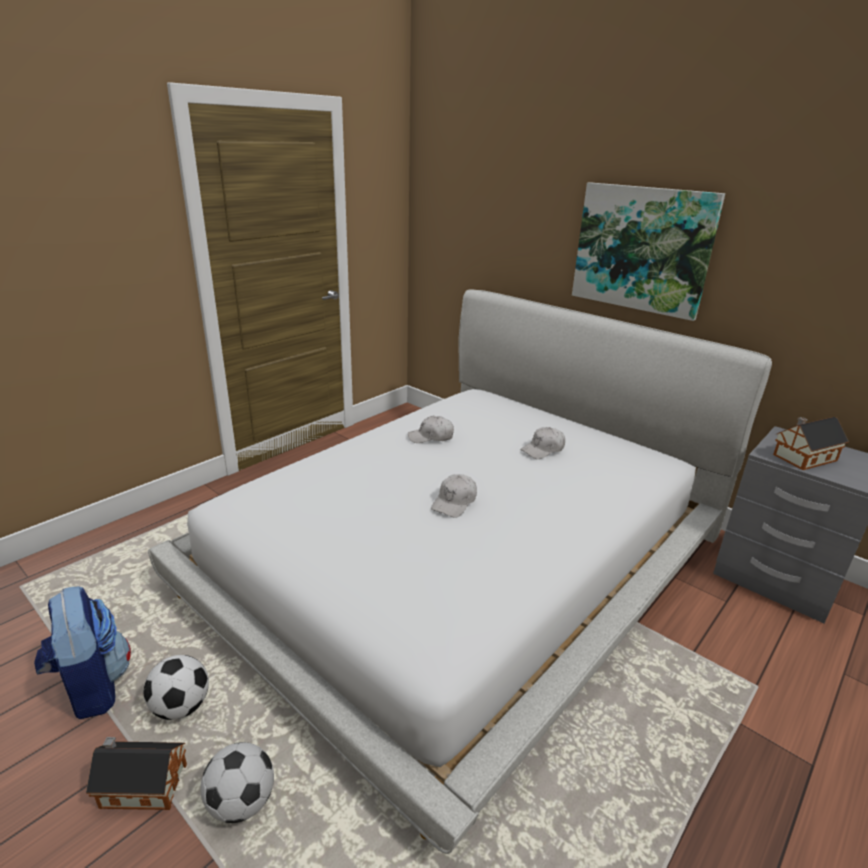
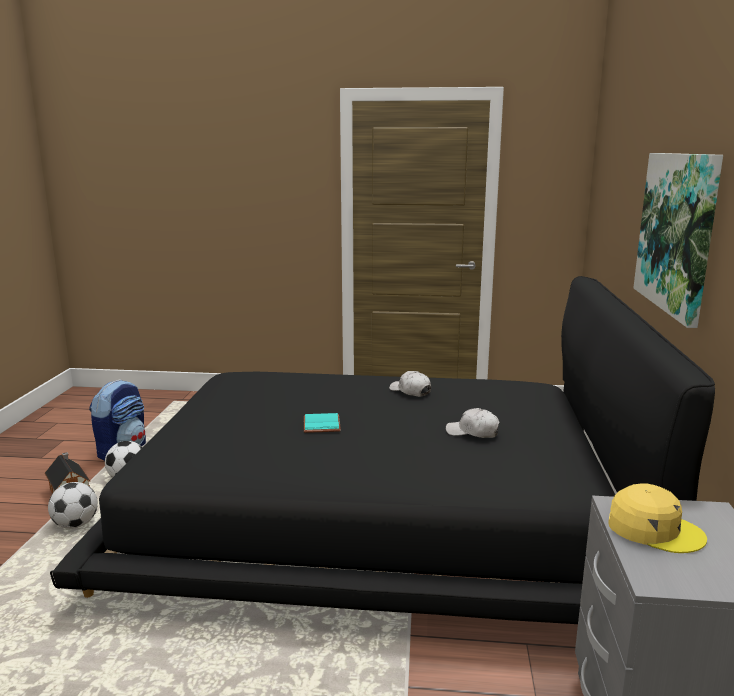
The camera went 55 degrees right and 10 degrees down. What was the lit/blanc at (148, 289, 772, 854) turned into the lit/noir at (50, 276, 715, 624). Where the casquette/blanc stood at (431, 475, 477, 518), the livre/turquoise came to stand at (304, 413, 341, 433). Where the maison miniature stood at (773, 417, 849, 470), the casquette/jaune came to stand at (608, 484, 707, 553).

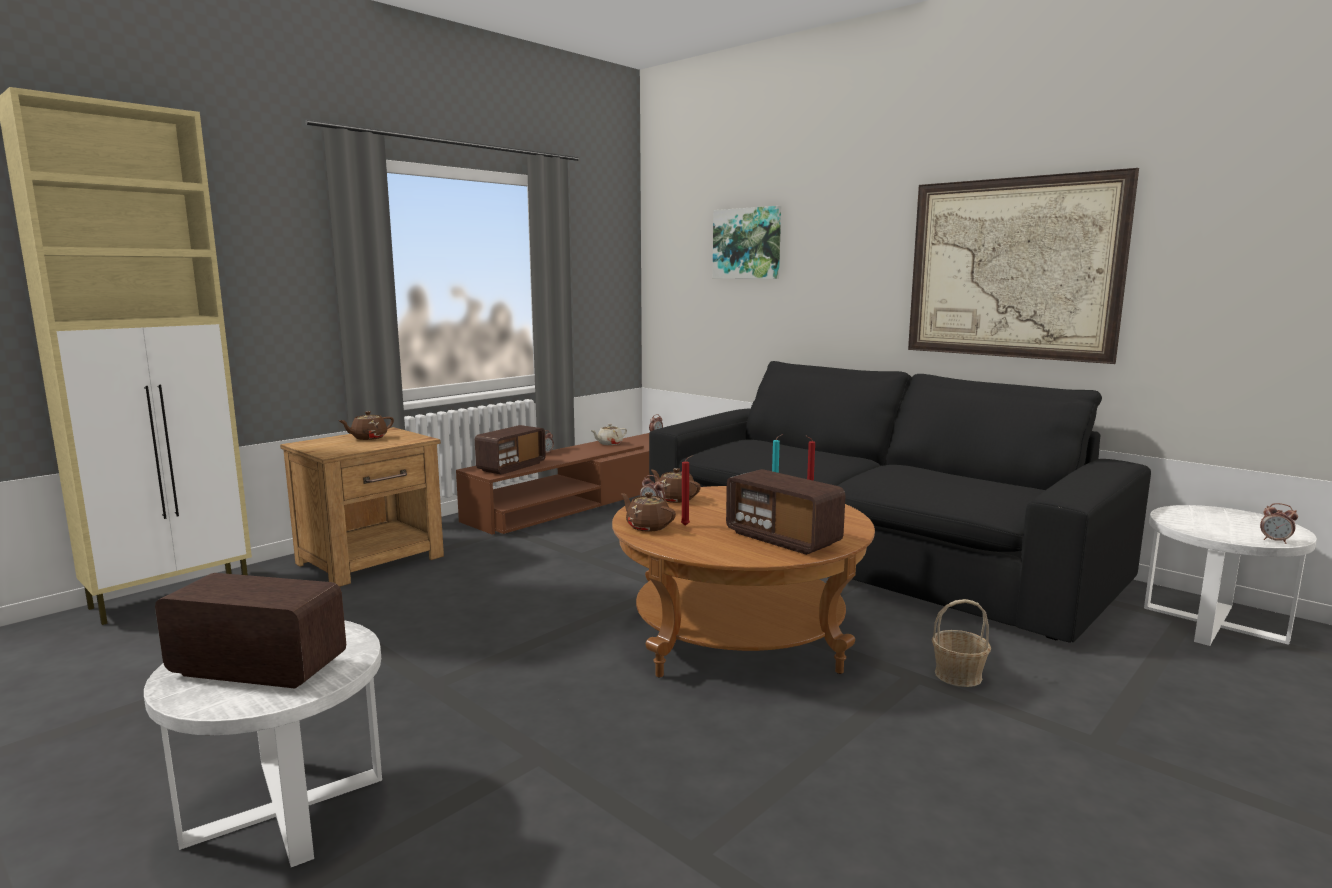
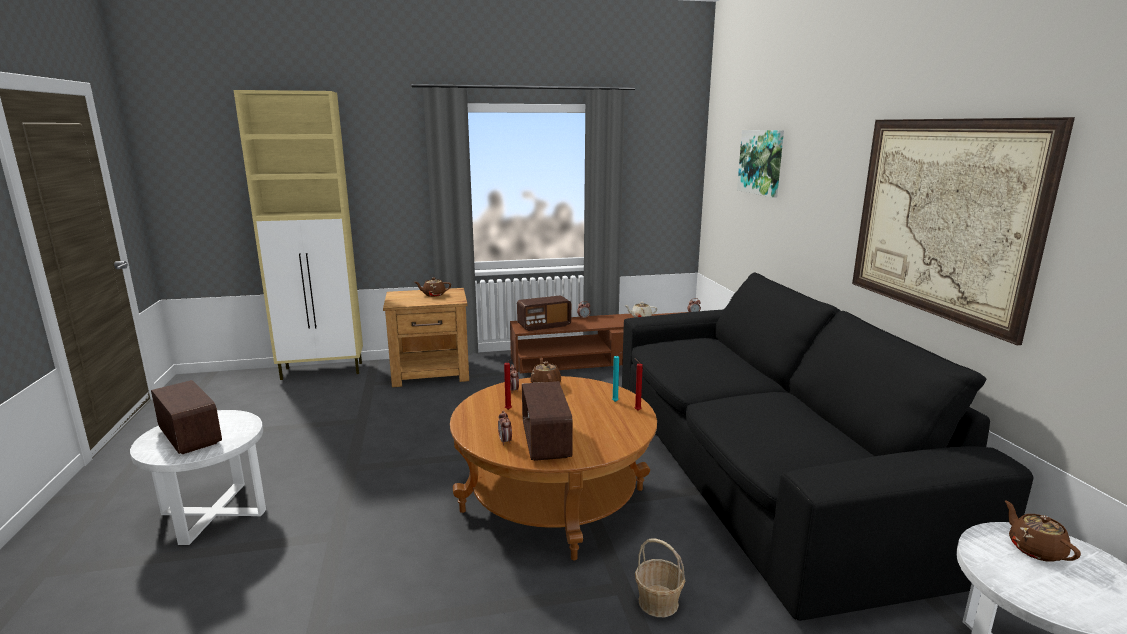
The camera went 35 degrees right and 5 degrees up. The théière/marron ended up elsewhere, having gone from (621, 492, 676, 532) to (1005, 500, 1081, 562). The réveil ended up elsewhere, having gone from (1260, 503, 1298, 544) to (498, 411, 512, 445).

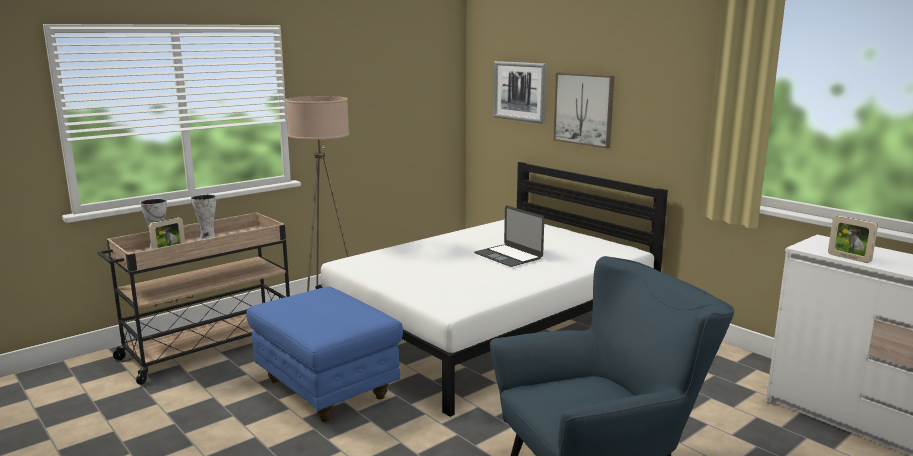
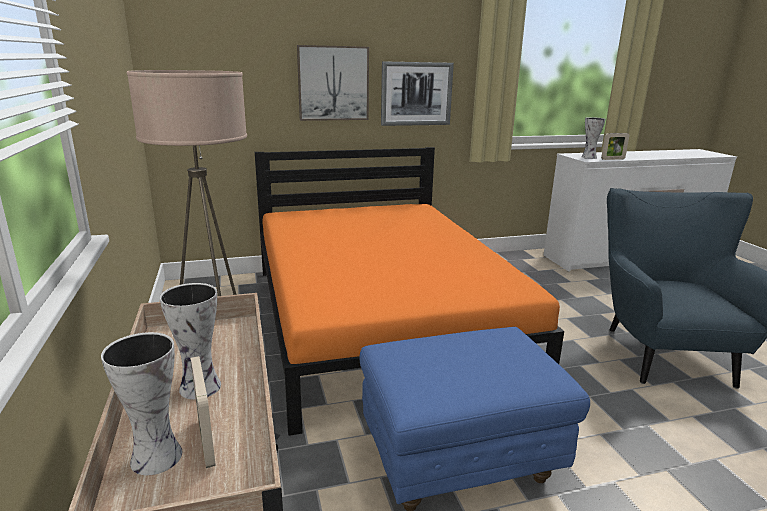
The camera went 65 degrees left and 5 degrees up. What was the lit/blanc at (316, 162, 668, 417) turned into the lit/orange at (255, 147, 564, 436). The second view lost the ordinateur portable at (474, 206, 544, 267). The tableau ended up elsewhere, having gone from (493, 61, 547, 124) to (381, 61, 454, 126). The second view gained the vase at (582, 117, 605, 159).

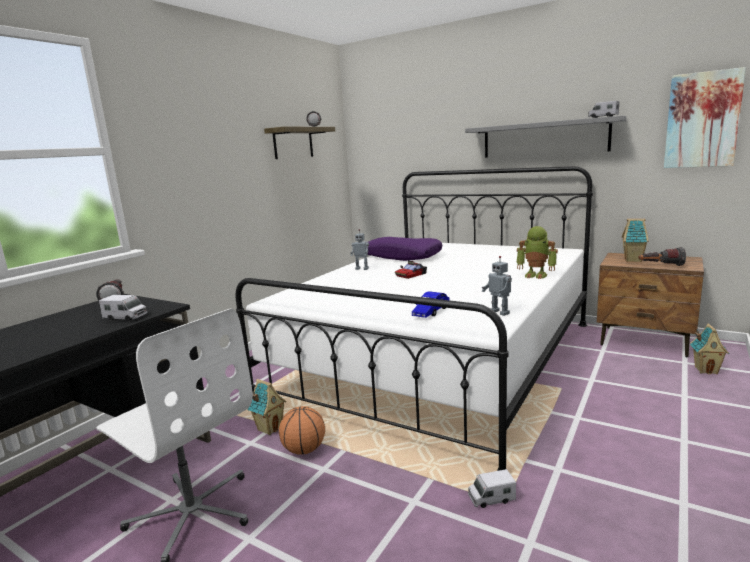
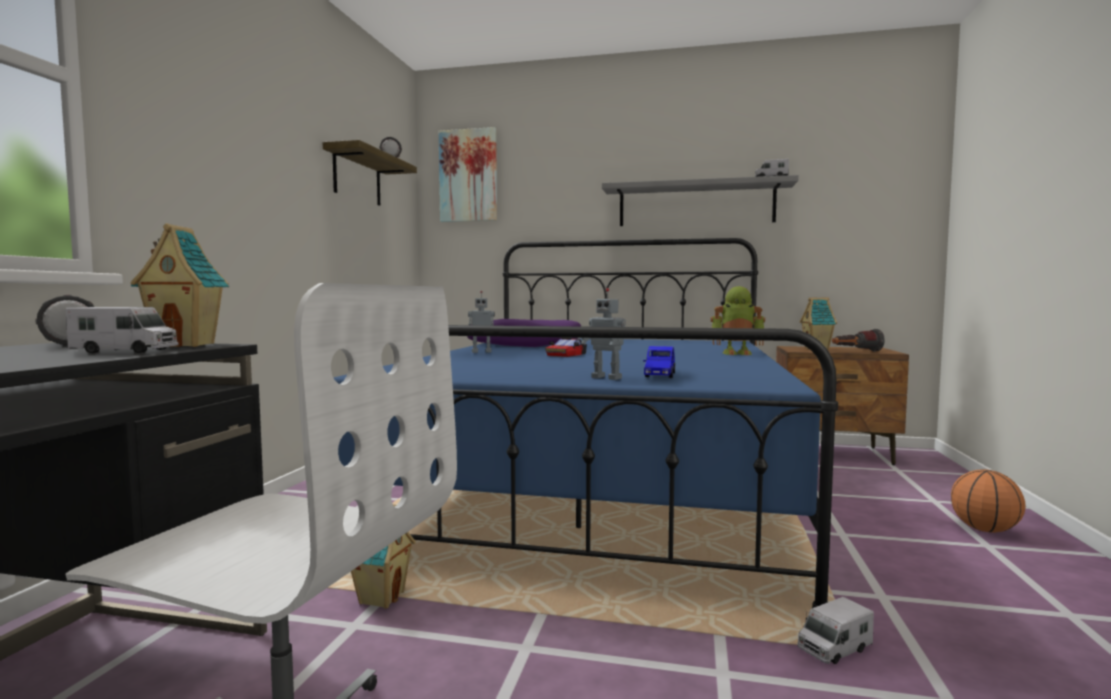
The camera went 20 degrees left and 10 degrees down. What was the lit/blanc at (235, 166, 593, 471) turned into the lit/bleu at (333, 238, 838, 612). The ballon de basket ended up elsewhere, having gone from (279, 406, 325, 455) to (951, 469, 1026, 533). The robot jouet ended up elsewhere, having gone from (482, 256, 512, 316) to (581, 288, 626, 380). The tableau ended up elsewhere, having gone from (664, 67, 746, 168) to (439, 127, 497, 222). The maison miniature ended up elsewhere, having gone from (690, 324, 729, 374) to (130, 223, 230, 347).

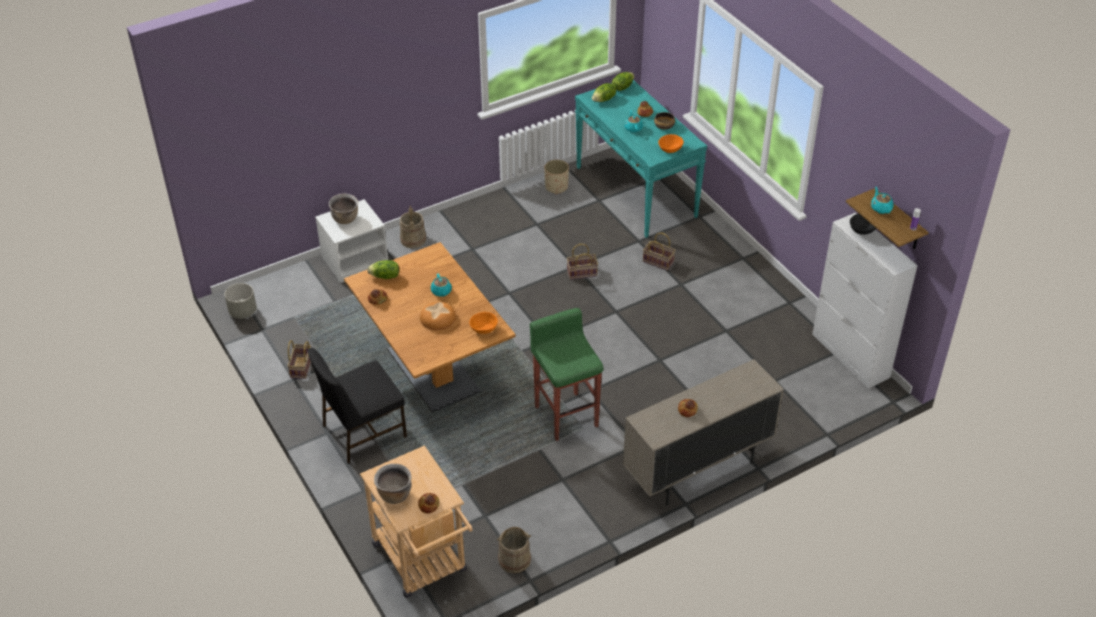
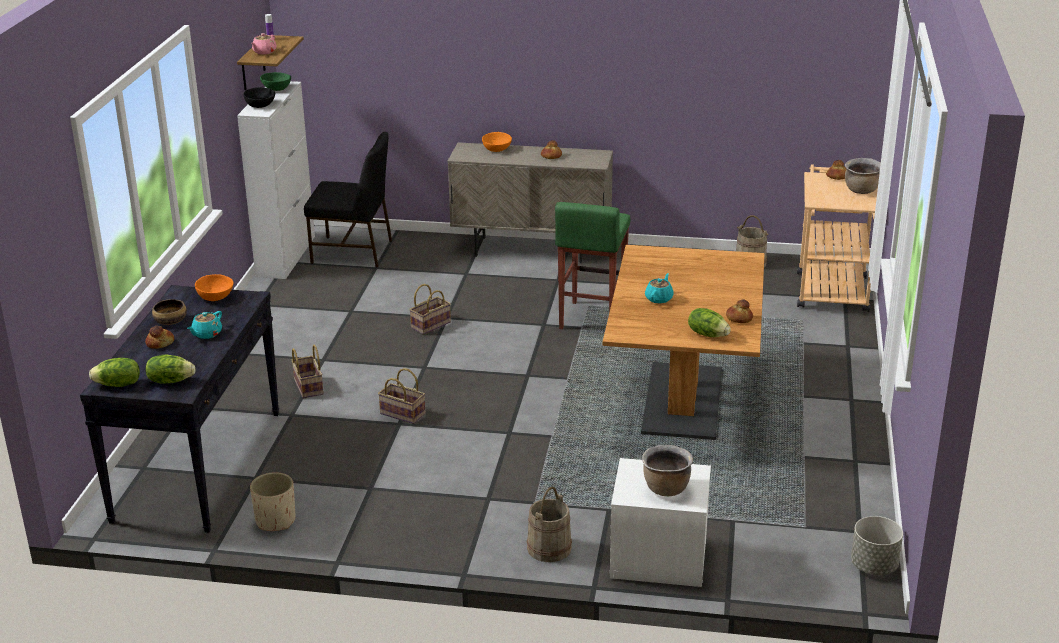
The camera went 140 degrees left and 15 degrees down. The panier ended up elsewhere, having gone from (287, 340, 311, 379) to (409, 284, 451, 335). The chaise/noir ended up elsewhere, having gone from (308, 348, 407, 464) to (304, 132, 392, 268). The second view lost the pain at (420, 301, 456, 330). The bol/orange ended up elsewhere, having gone from (469, 312, 498, 334) to (482, 132, 512, 152). What was the table console/turquoise at (575, 80, 707, 238) turned into the table console/noir at (80, 285, 280, 533). What was the théière/turquoise at (871, 186, 894, 214) turned into the théière/rose at (251, 33, 277, 54). The second view gained the bol/vert at (260, 72, 291, 91).

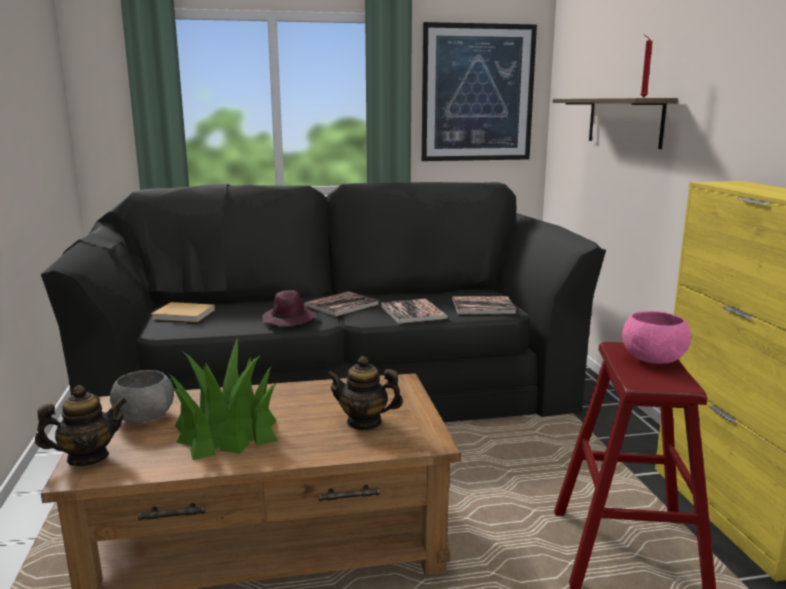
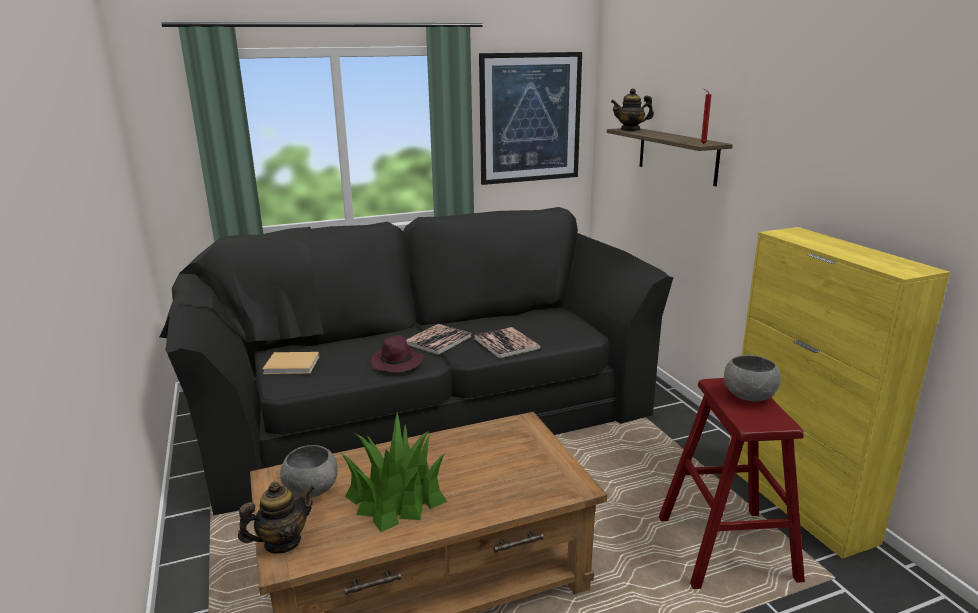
The camera went 10 degrees left and 5 degrees up. The théière ended up elsewhere, having gone from (327, 356, 403, 431) to (611, 88, 654, 131). The second view lost the livre at (452, 296, 516, 314). What was the bol/rose at (622, 311, 691, 364) turned into the bol/gris at (724, 355, 781, 401).

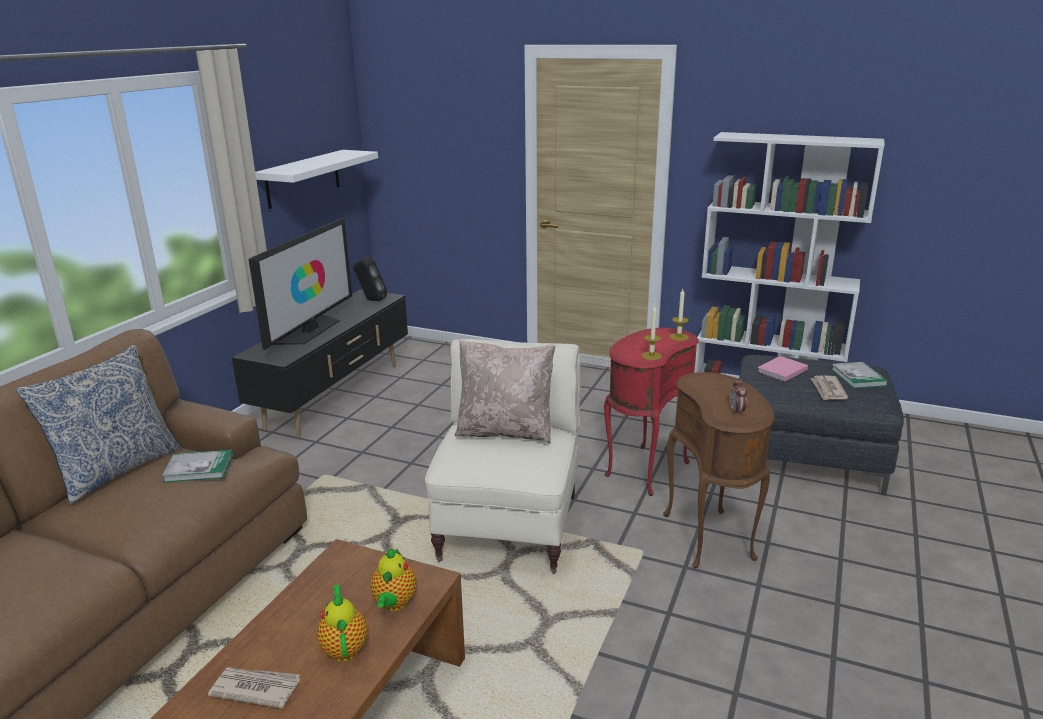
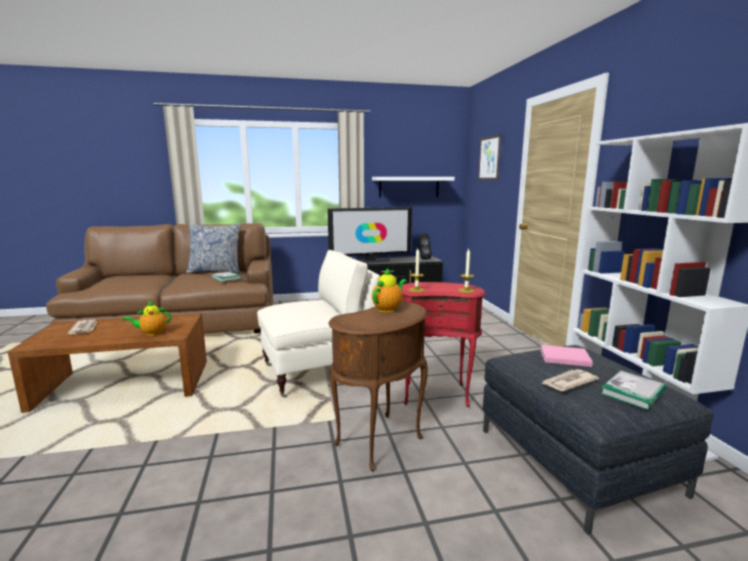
The camera went 55 degrees right and 10 degrees down. The théière ended up elsewhere, having gone from (317, 585, 368, 661) to (372, 268, 407, 313). The second view lost the coussin/beige at (454, 340, 556, 444). The second view lost the réveil at (730, 378, 747, 415). The second view gained the tableau at (478, 134, 502, 180).

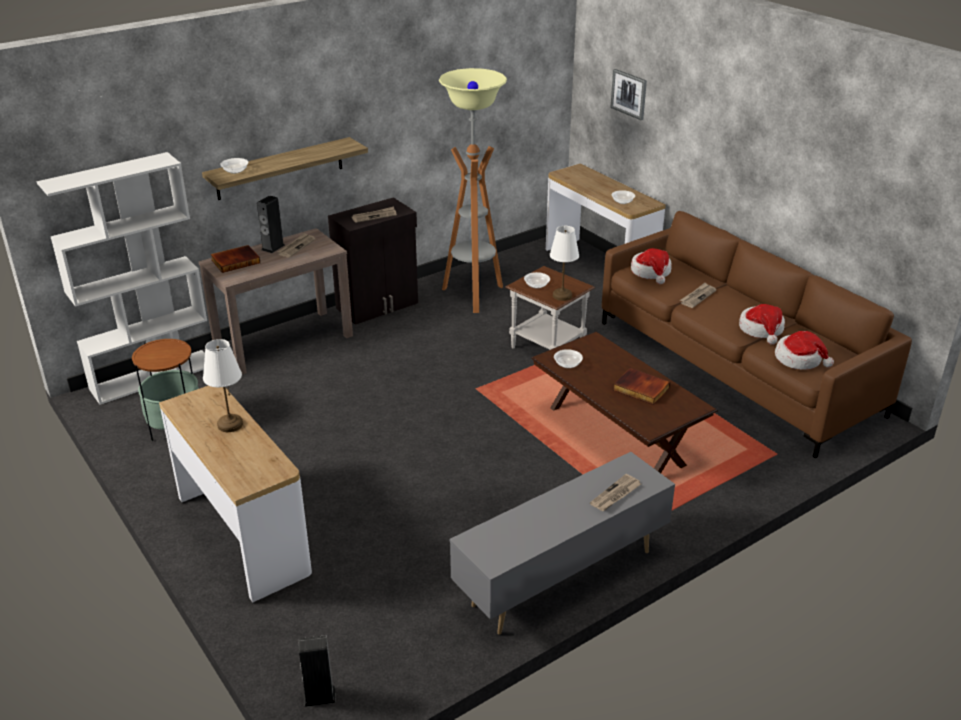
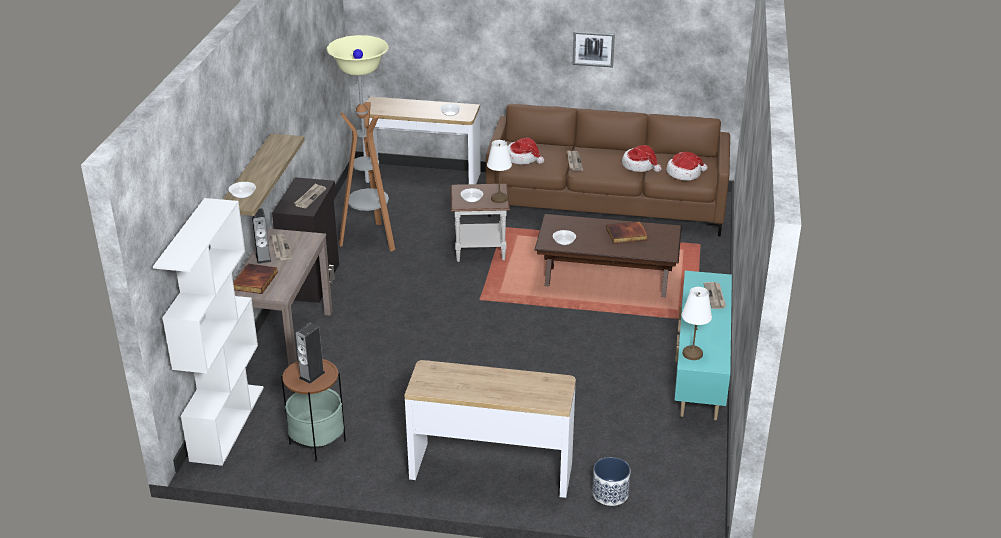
The camera went 45 degrees left and 0 degrees up. The lampe de table/blanc ended up elsewhere, having gone from (203, 339, 243, 432) to (682, 287, 712, 360). The enceinte ended up elsewhere, having gone from (299, 635, 336, 707) to (295, 322, 325, 384). What was the meuble télé/gris at (449, 452, 675, 635) turned into the meuble télé/turquoise at (675, 271, 732, 421). The tableau ended up elsewhere, having gone from (610, 69, 647, 120) to (573, 31, 615, 68). The second view gained the cache-pot at (592, 457, 630, 506).

